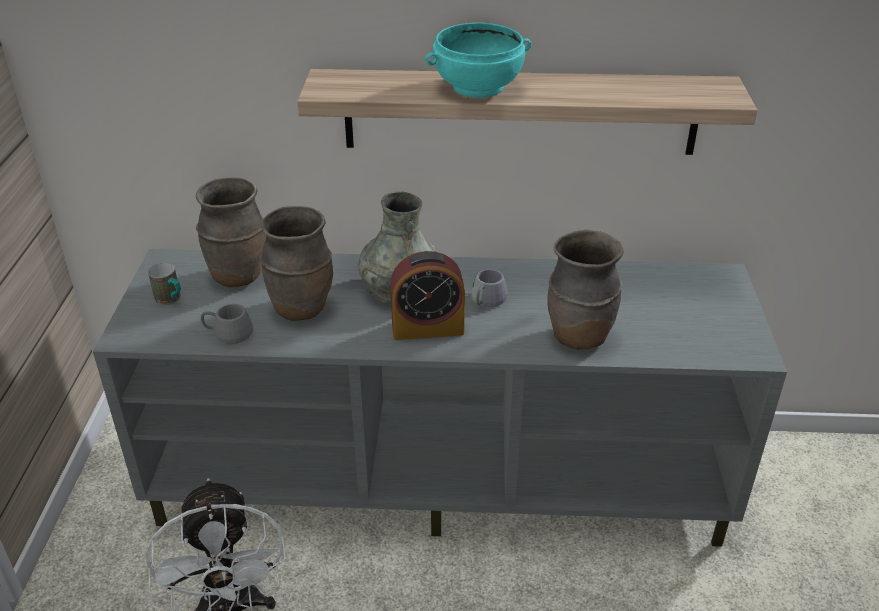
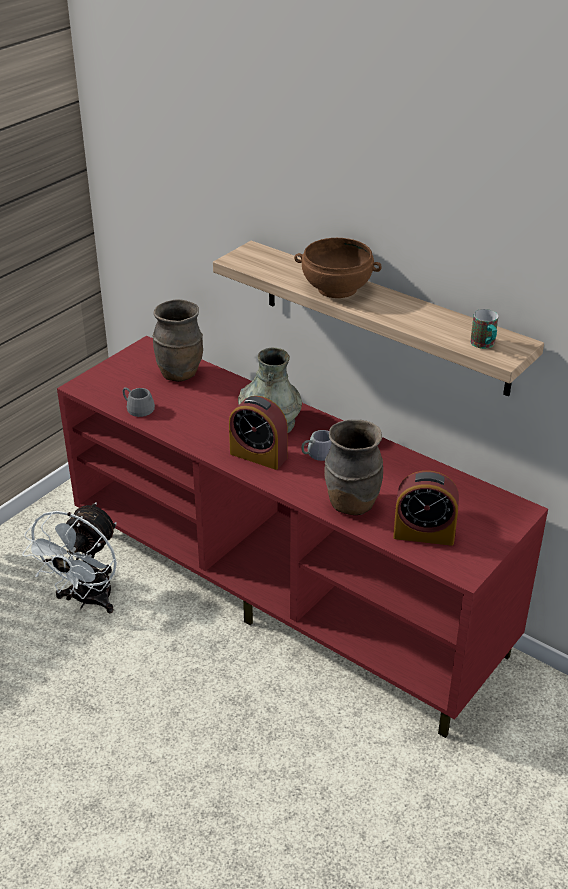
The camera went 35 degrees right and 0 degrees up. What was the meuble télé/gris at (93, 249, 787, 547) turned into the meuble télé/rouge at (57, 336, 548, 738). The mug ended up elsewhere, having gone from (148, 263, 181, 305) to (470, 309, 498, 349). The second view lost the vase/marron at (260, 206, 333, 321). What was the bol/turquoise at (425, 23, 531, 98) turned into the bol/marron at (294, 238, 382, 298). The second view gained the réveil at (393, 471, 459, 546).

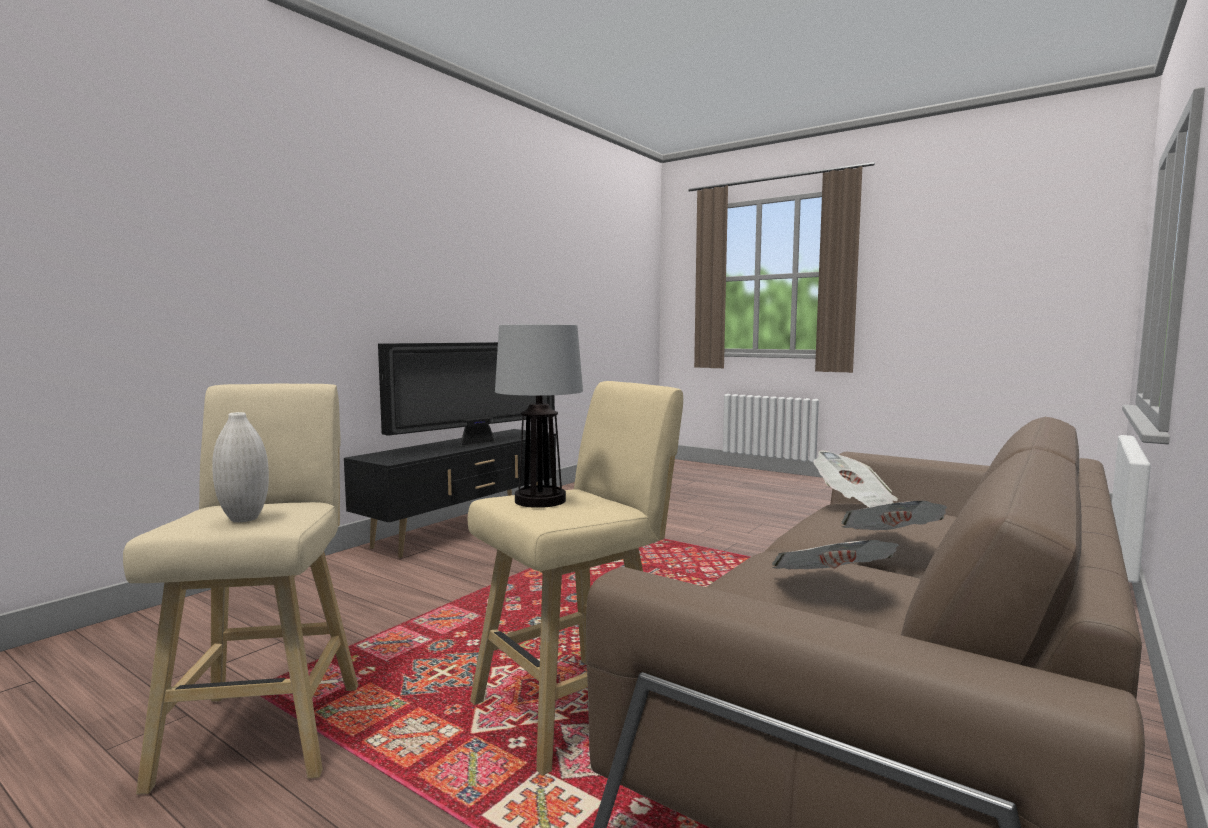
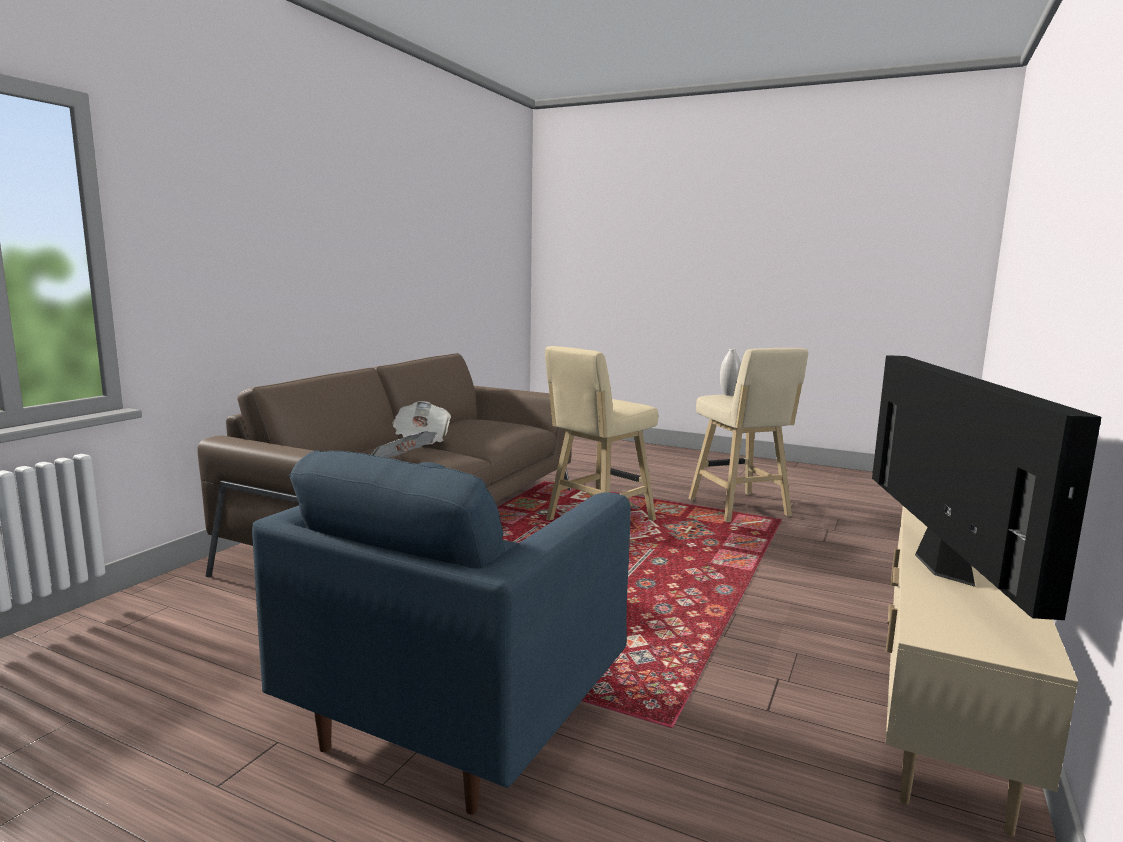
The camera went 170 degrees right and 5 degrees up. What was the meuble télé/noir at (344, 429, 556, 558) turned into the meuble télé/beige at (886, 506, 1078, 837). The téléviseur at (378, 342, 555, 447) ended up facing another way, 150 degrees clockwise from before. The second view lost the lampe de table at (495, 325, 583, 508). The second view lost the journal at (772, 540, 899, 569). The second view gained the fauteuil/bleu at (252, 451, 631, 815).

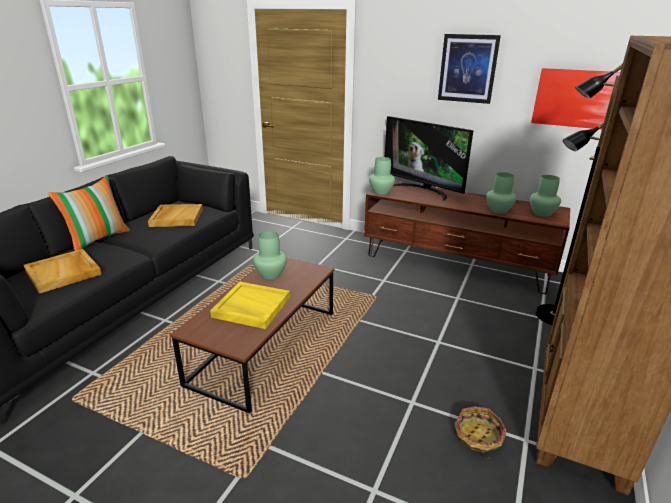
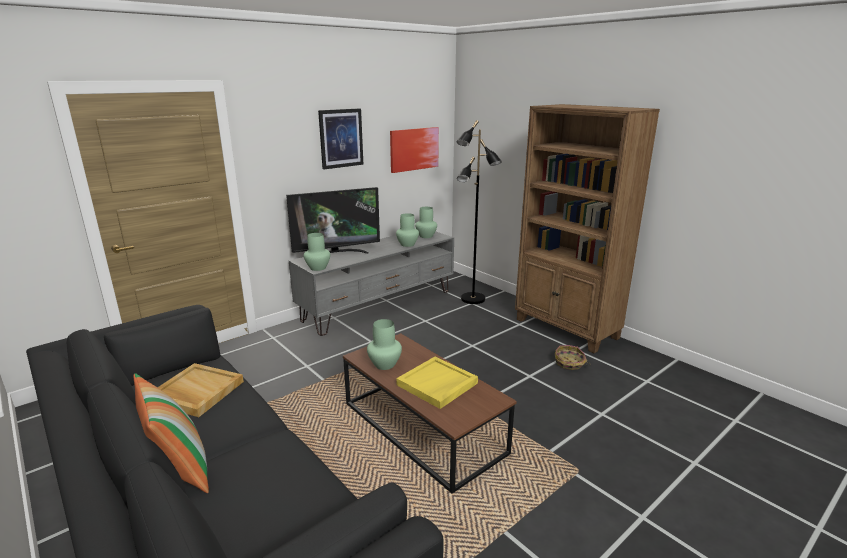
The camera went 65 degrees left and 5 degrees down. The second view lost the plateau/beige at (24, 249, 102, 294). What was the meuble télé/marron at (364, 182, 570, 294) turned into the meuble télé/gris at (289, 231, 454, 336).

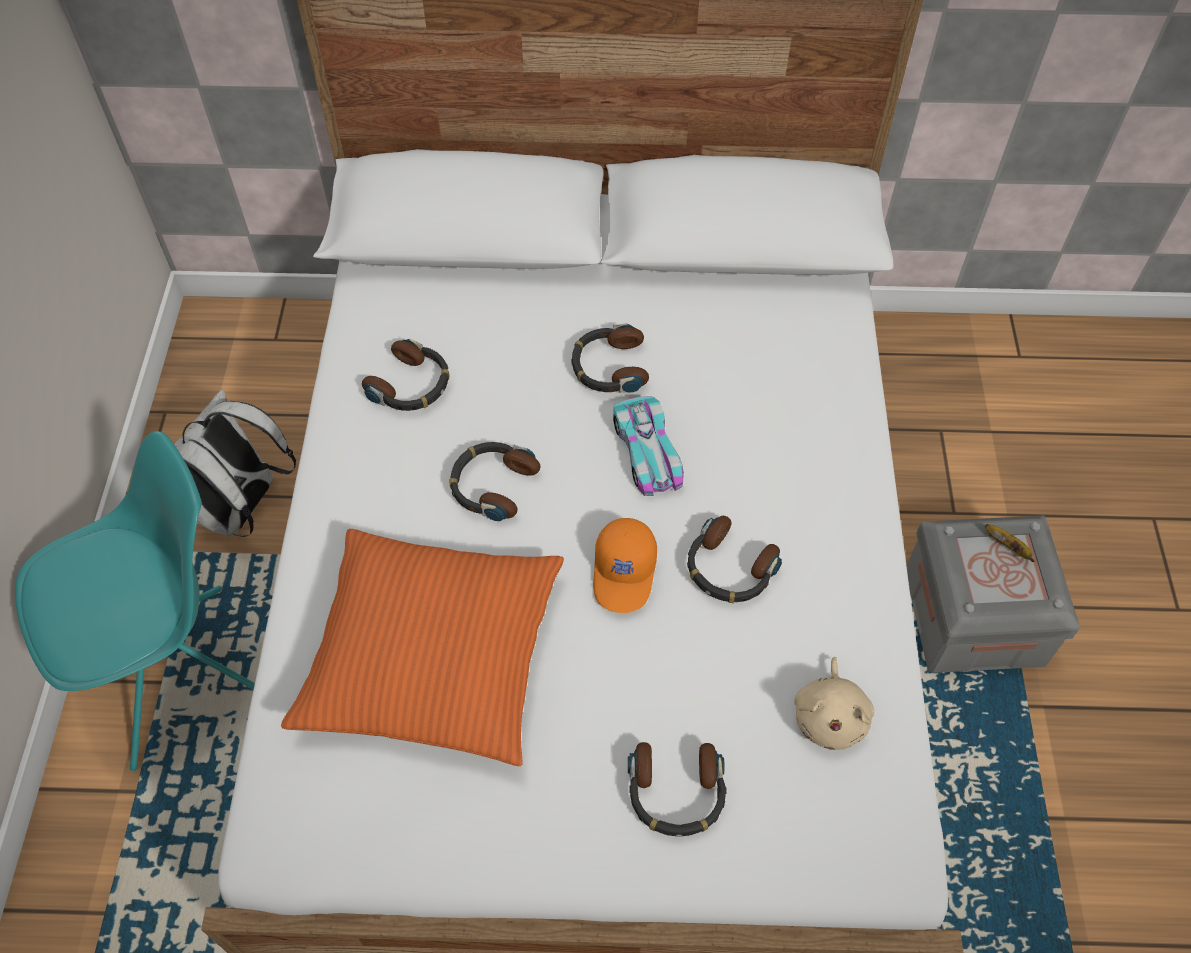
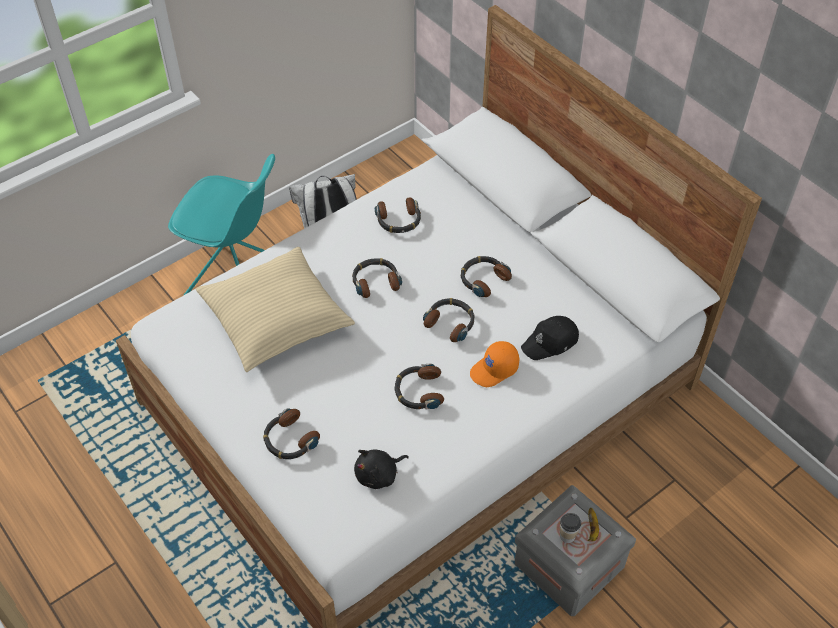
The camera went 50 degrees right and 5 degrees down. What was the coussin/orange at (281, 529, 564, 766) turned into the coussin/beige at (196, 247, 355, 372). The casquette/orange ended up elsewhere, having gone from (593, 518, 657, 613) to (470, 341, 519, 387). Where the petite voiture stood at (613, 396, 684, 496), the casque audio came to stand at (423, 298, 475, 342). What was the peluche/beige at (794, 657, 874, 750) turned into the peluche/noir at (354, 450, 409, 489). The second view gained the casquette/noir at (521, 316, 579, 360). The second view gained the tasse at (560, 513, 581, 543).

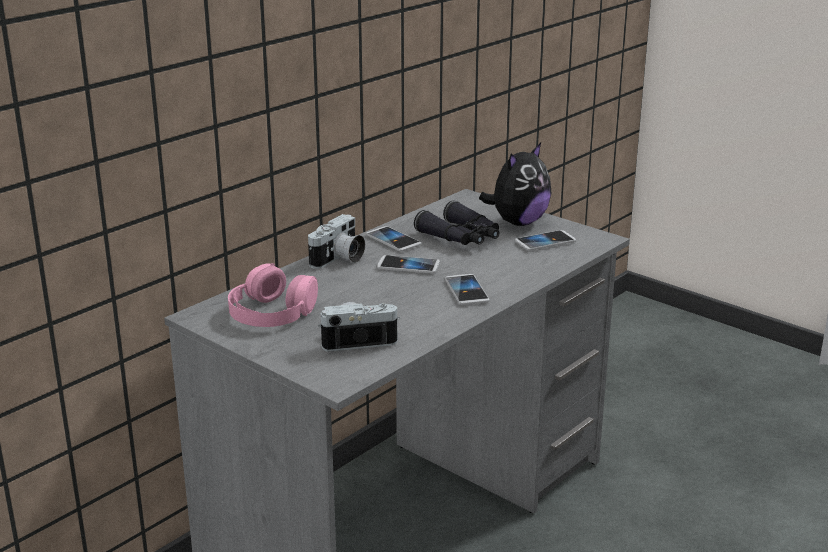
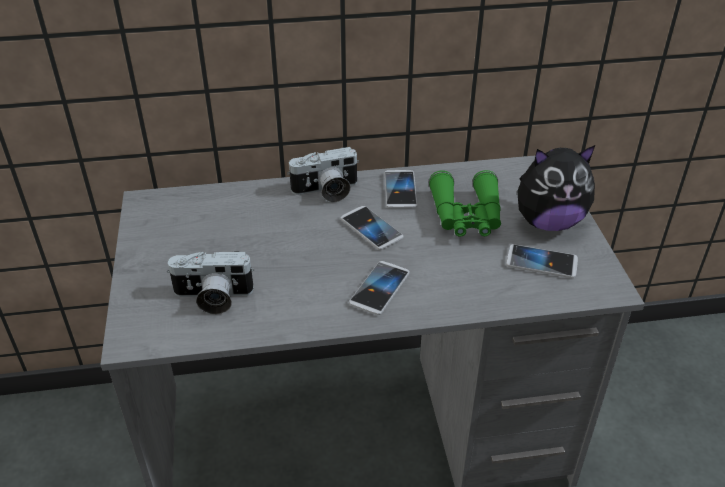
The camera went 40 degrees right and 15 degrees up. The second view lost the casque audio/rose at (228, 263, 318, 327). The appareil photo at (318, 302, 400, 352) ended up facing another way, 150 degrees clockwise from before. What was the jumelles/noir at (414, 201, 499, 245) turned into the jumelles/vert at (429, 170, 501, 237).

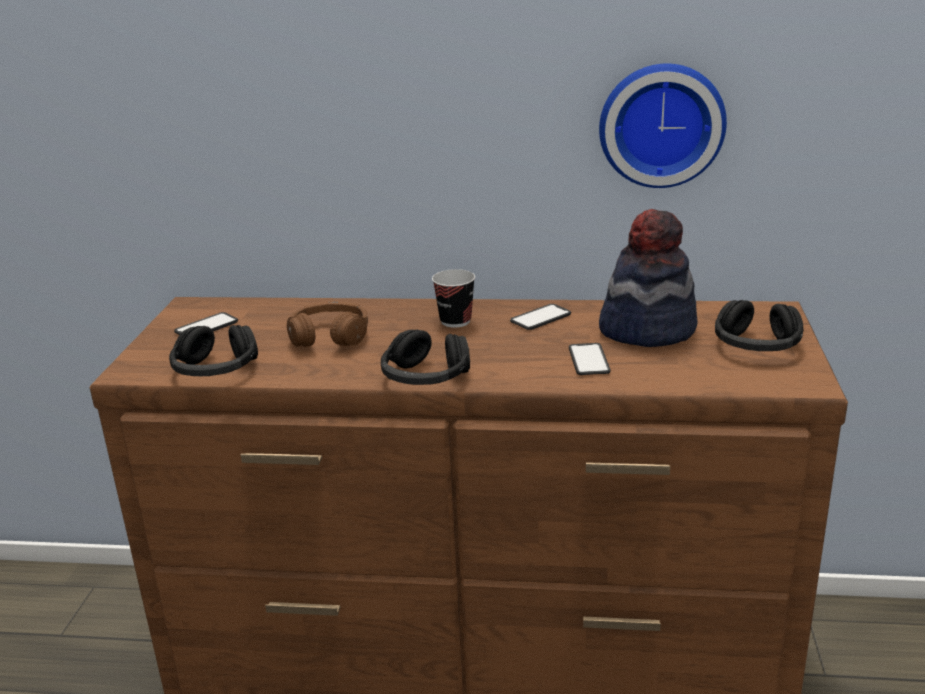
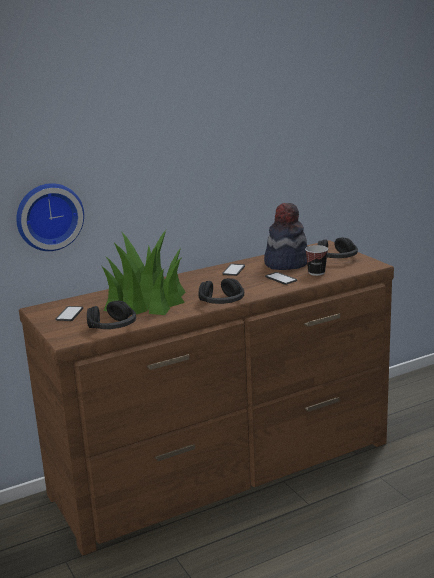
The camera went 35 degrees left and 5 degrees down. Where the casque audio/marron stood at (287, 301, 368, 347), the plante en pot came to stand at (102, 230, 186, 315). The tasse ended up elsewhere, having gone from (432, 269, 475, 328) to (305, 245, 328, 276). The horloge murale ended up elsewhere, having gone from (599, 64, 727, 188) to (16, 183, 84, 251).

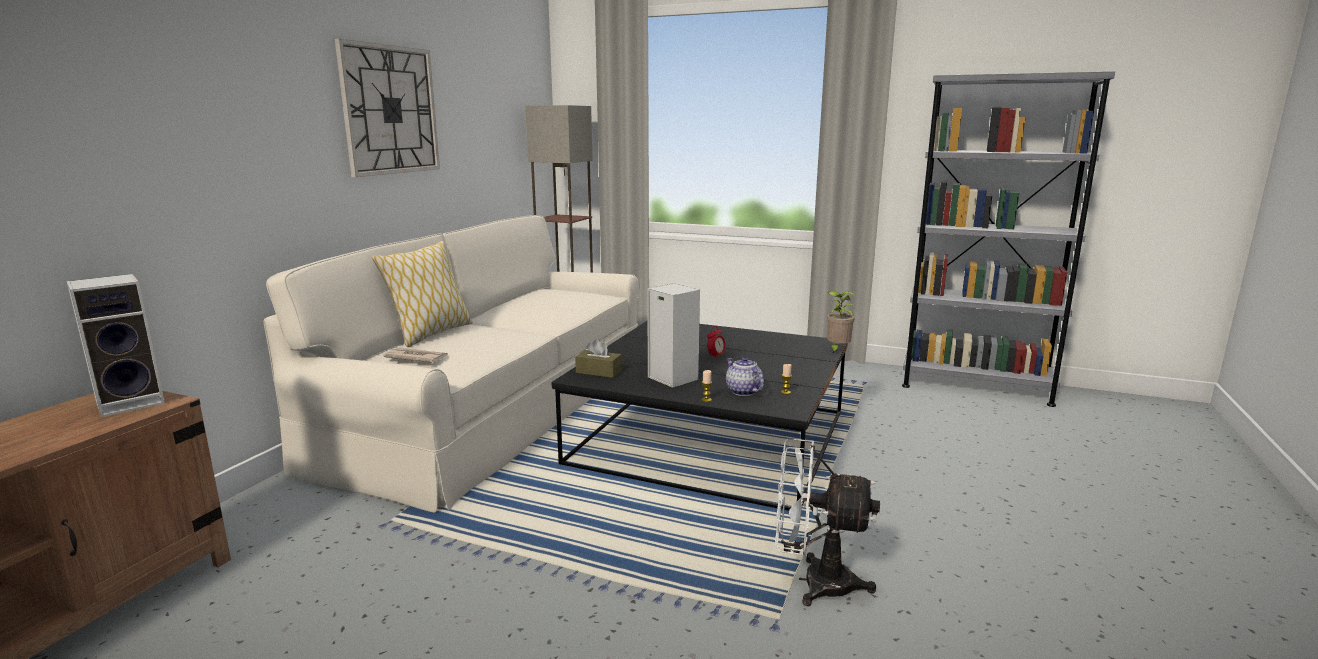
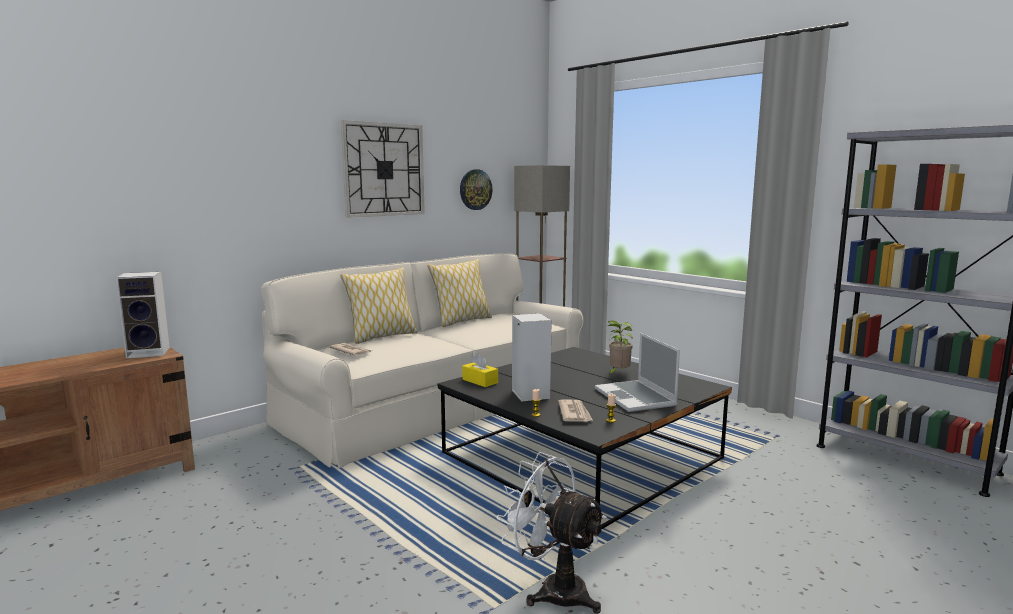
The camera went 25 degrees right and 5 degrees down. What was the boîte à mouchoirs/marron at (575, 339, 622, 378) turned into the boîte à mouchoirs/jaune at (462, 353, 498, 387). The second view lost the réveil at (707, 326, 725, 358). Where the théière stood at (726, 357, 764, 396), the journal came to stand at (558, 399, 593, 422). The plante en pot ended up elsewhere, having gone from (827, 290, 855, 354) to (607, 321, 633, 376). The second view gained the coussin at (427, 259, 492, 327). The second view gained the horloge murale at (460, 169, 493, 210). The second view gained the ordinateur portable at (595, 333, 680, 412).

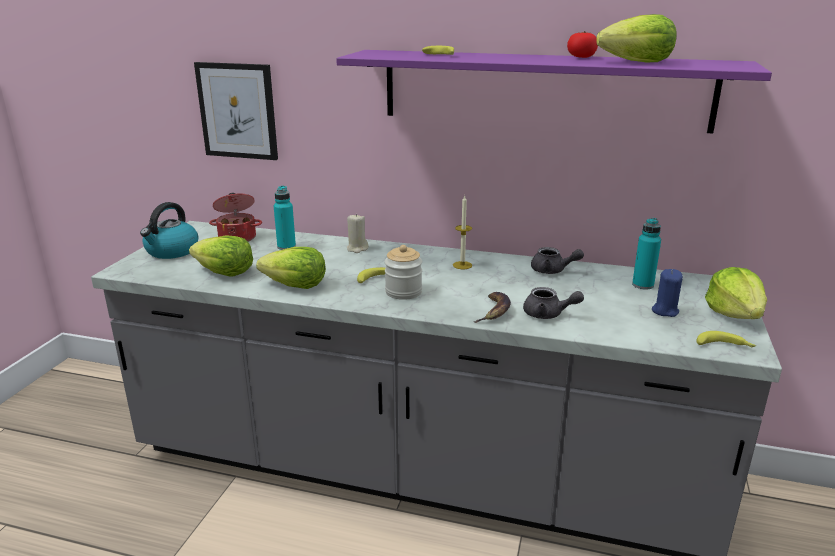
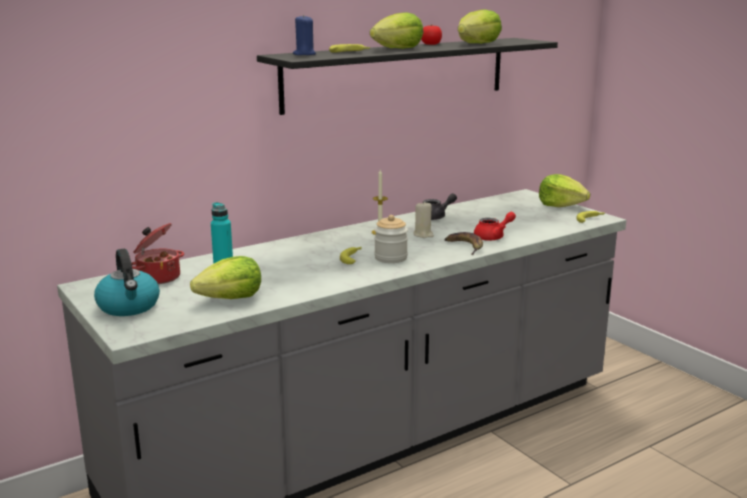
The camera went 50 degrees left and 5 degrees down. The second view lost the tableau at (194, 62, 278, 160). The laitue ended up elsewhere, having gone from (256, 247, 326, 289) to (370, 12, 424, 49). What was the étagère/violet at (336, 50, 772, 133) turned into the étagère/noir at (257, 38, 558, 115). The bougie/beige ended up elsewhere, having gone from (347, 214, 369, 253) to (414, 203, 434, 238). What was the théière/gris at (523, 287, 584, 319) turned into the théière/rouge at (474, 212, 516, 241). The second view lost the bouteille/turquoise at (632, 218, 661, 289). The bougie/bleu ended up elsewhere, having gone from (652, 269, 683, 317) to (293, 14, 316, 55).

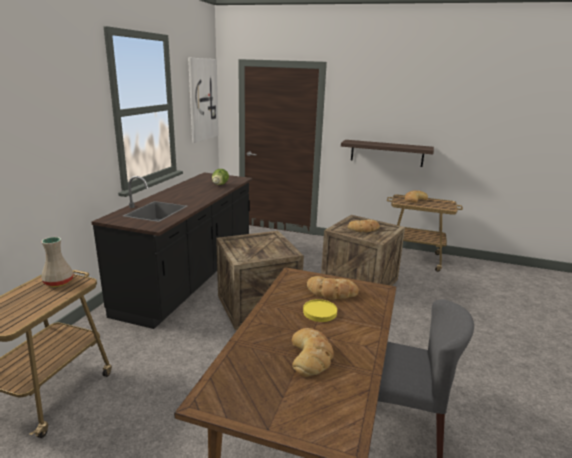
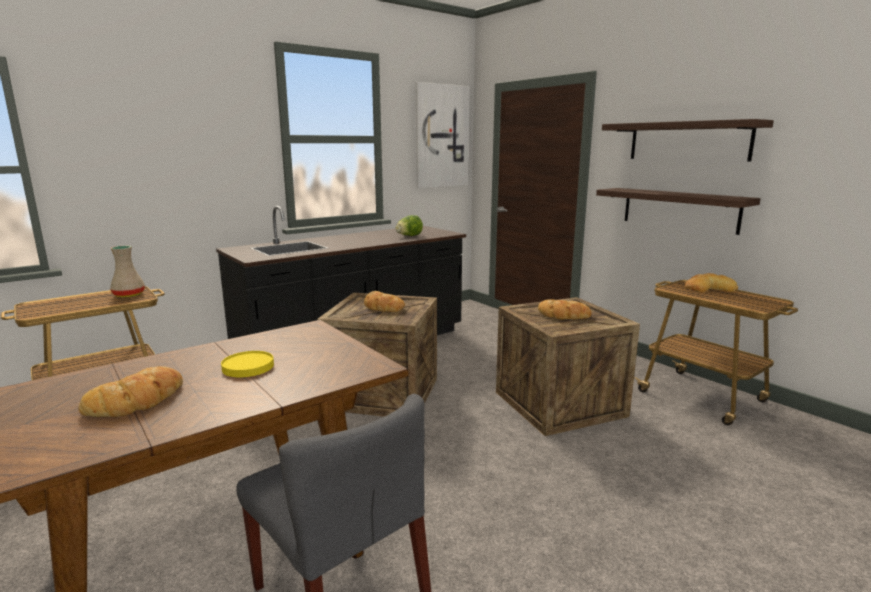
The camera went 35 degrees right and 5 degrees down. The pain ended up elsewhere, having gone from (307, 276, 359, 299) to (364, 291, 405, 312). The second view gained the étagère at (602, 119, 774, 162).

